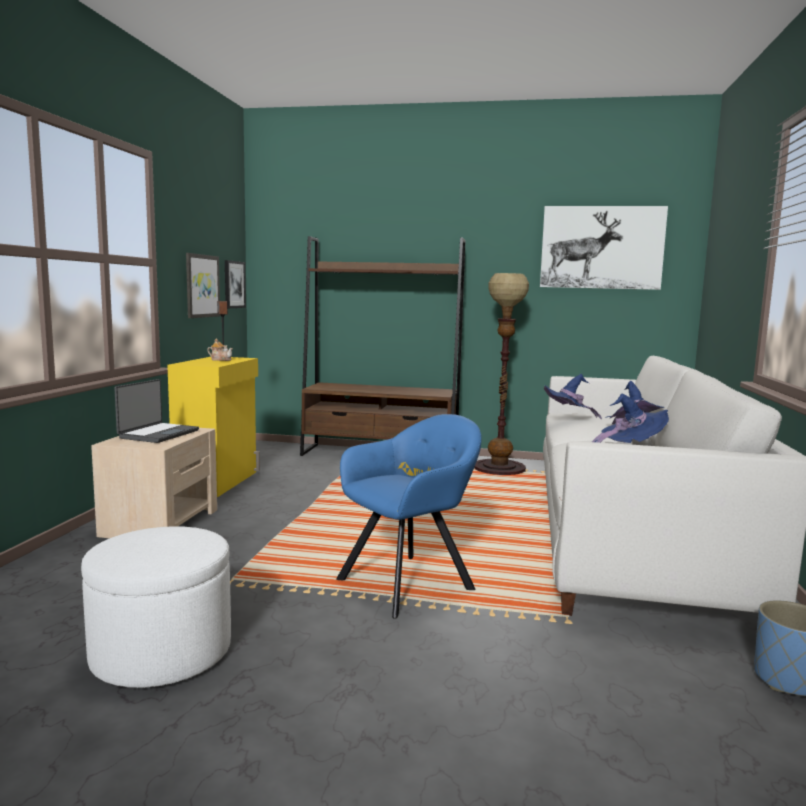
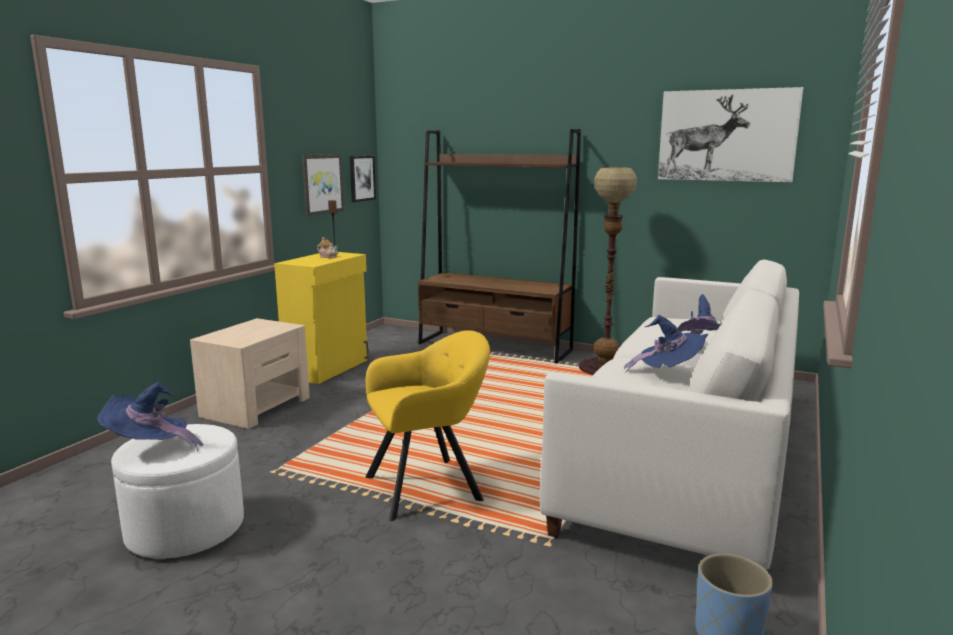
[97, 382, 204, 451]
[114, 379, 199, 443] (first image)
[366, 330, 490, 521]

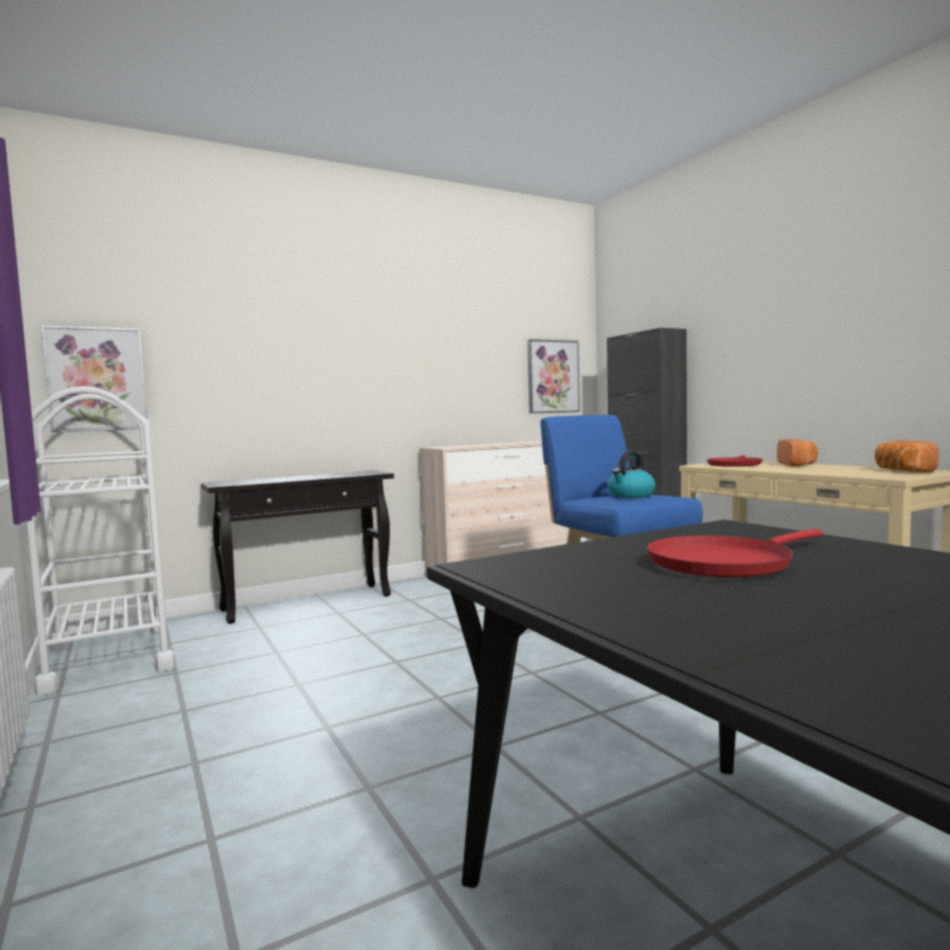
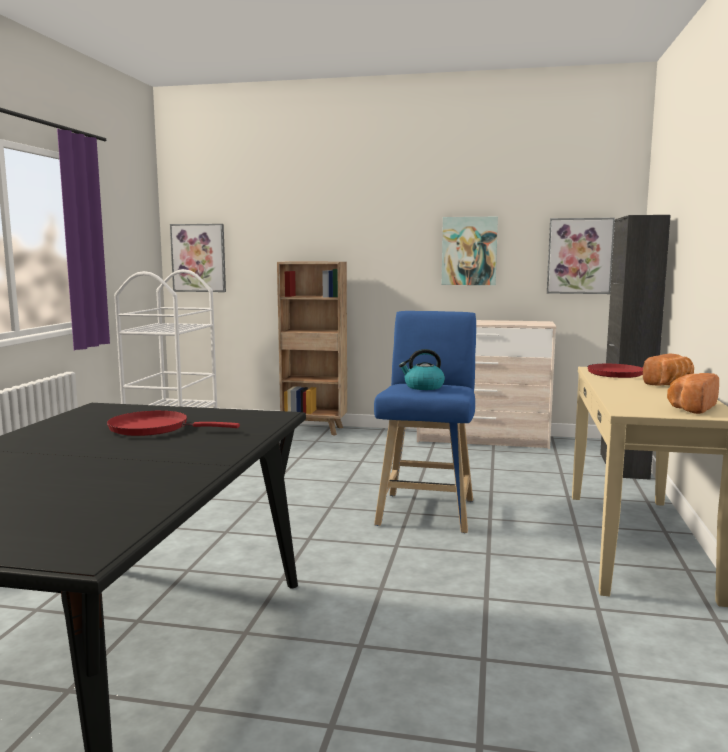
[277, 262, 347, 436]
[442, 217, 498, 285]

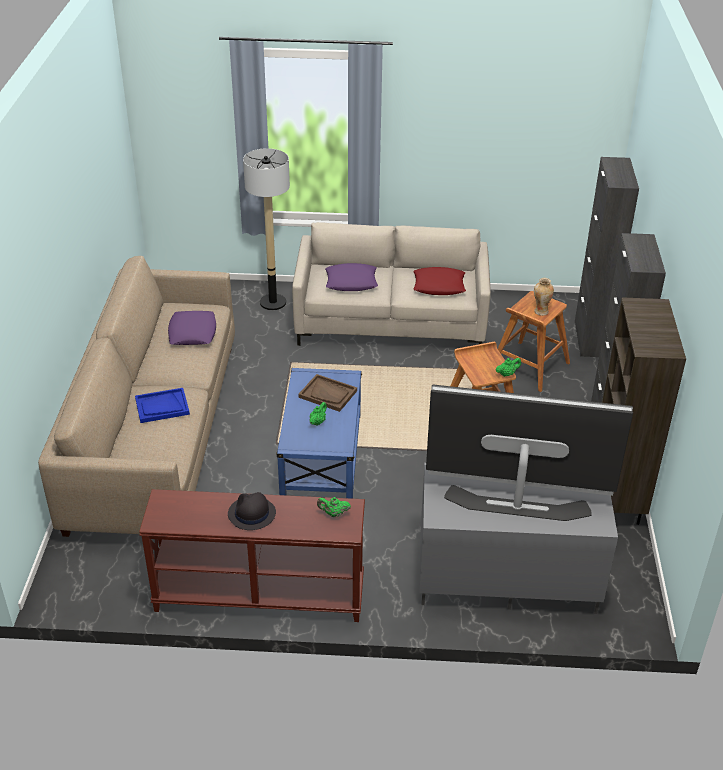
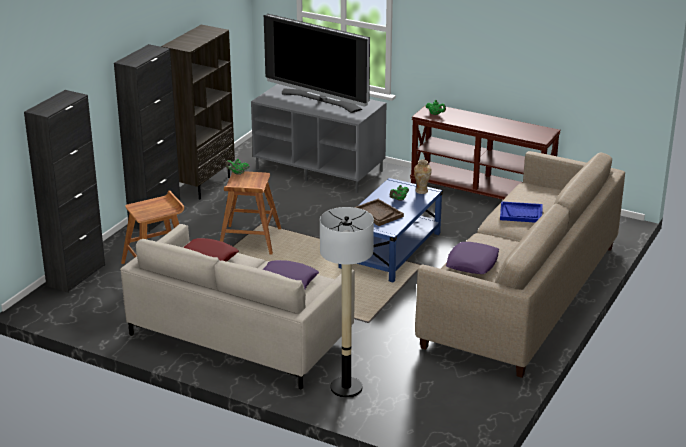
[414, 160, 432, 194]
[228, 492, 276, 530] (first image)

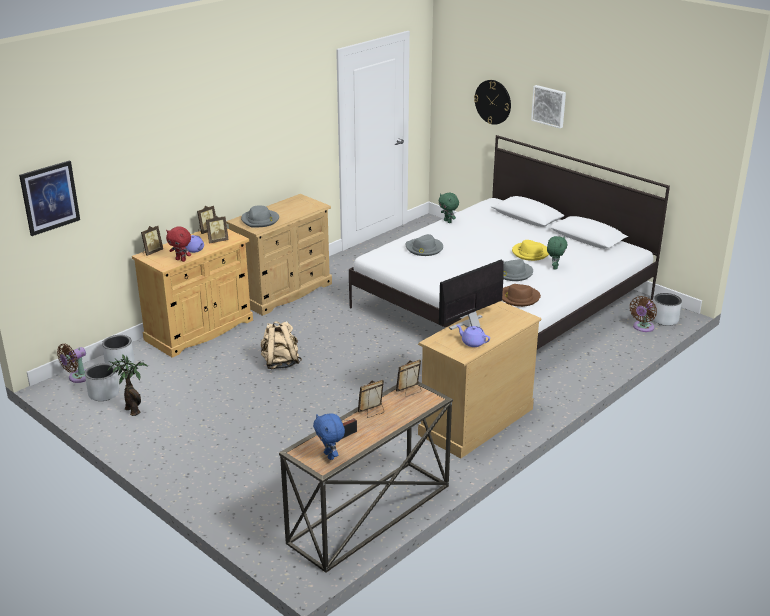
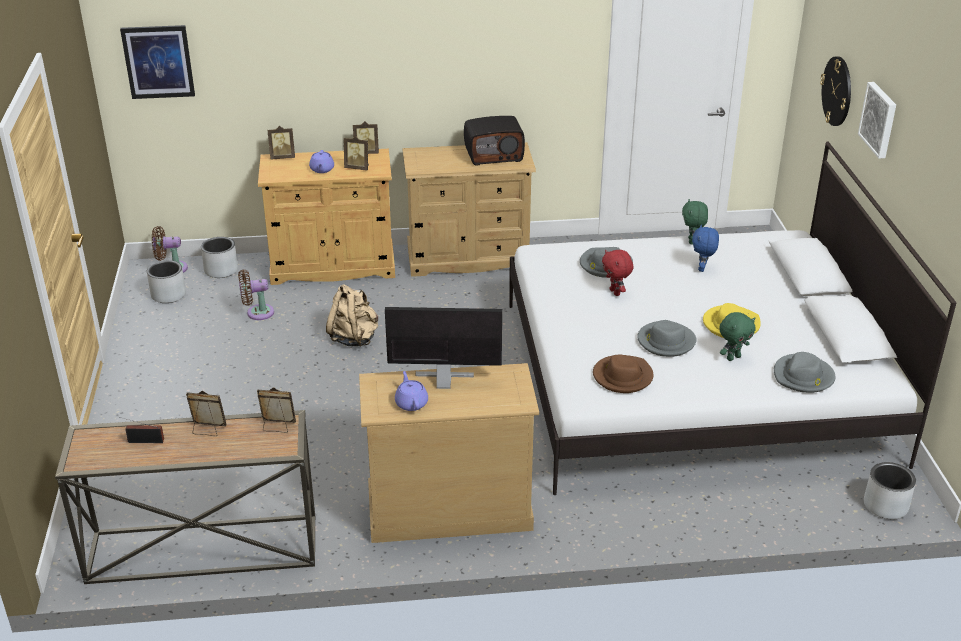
[774, 352, 836, 393]
[602, 250, 633, 296]
[238, 270, 274, 320]
[107, 355, 147, 416] (first image)
[692, 225, 719, 272]
[464, 116, 525, 166]

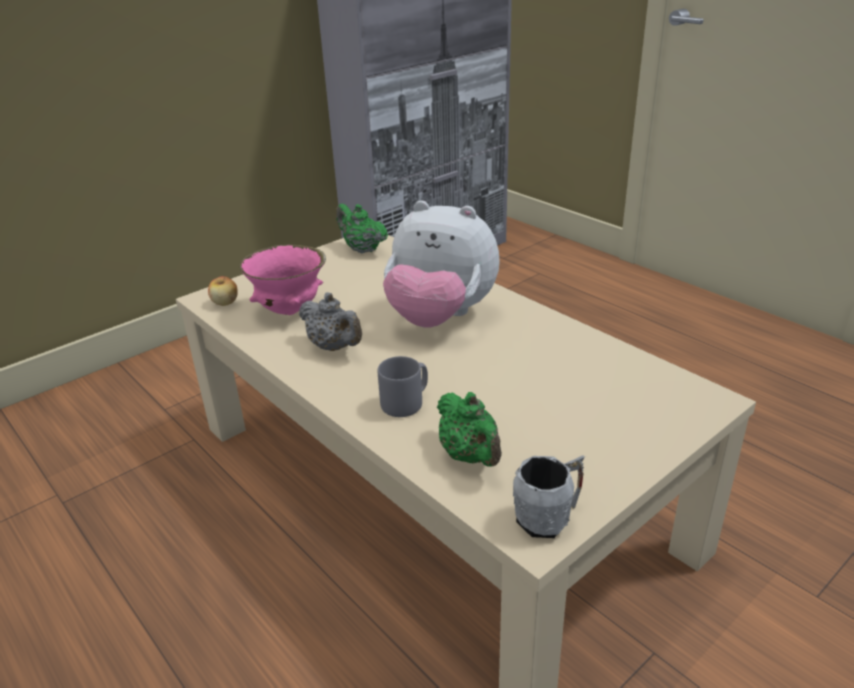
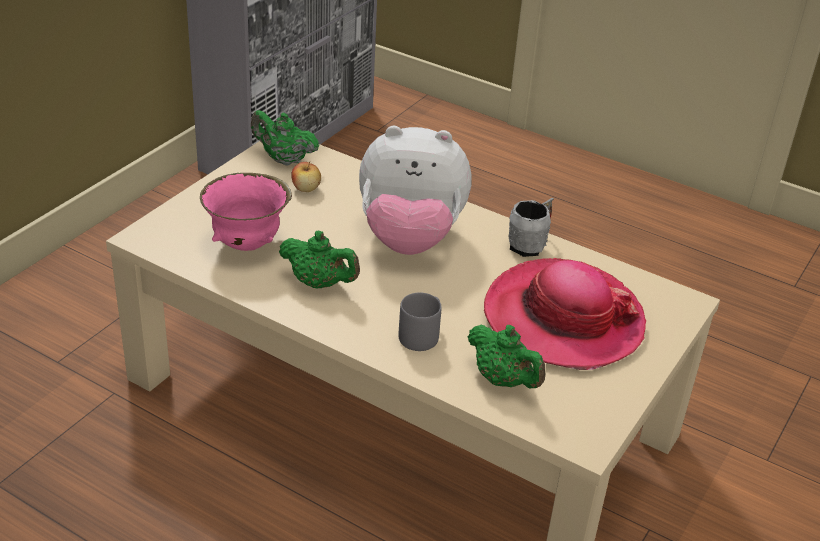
[291, 162, 321, 192]
[279, 231, 360, 288]
[508, 198, 554, 257]
[484, 258, 646, 370]

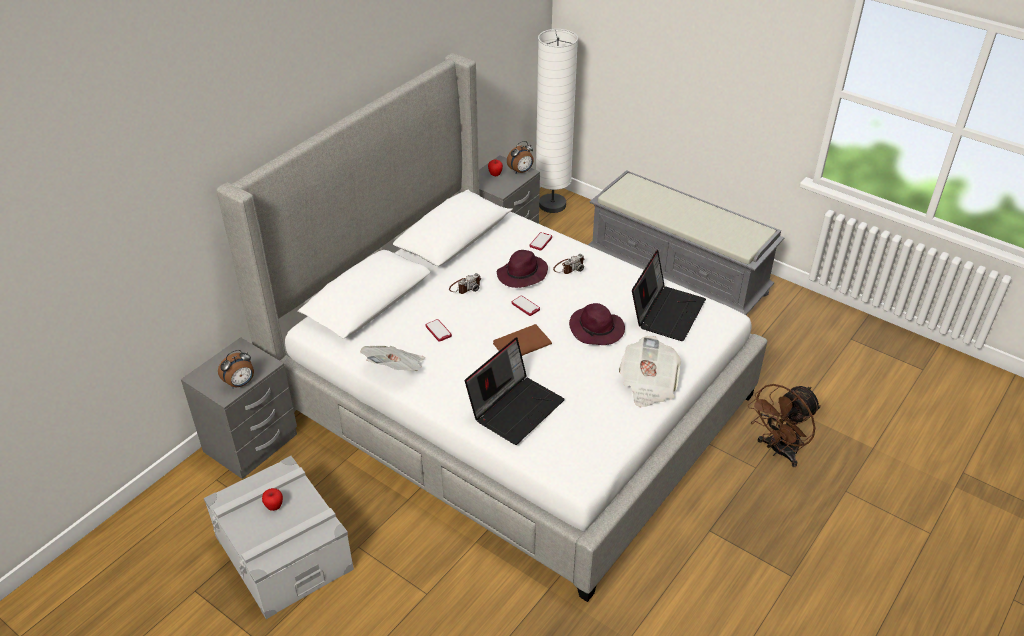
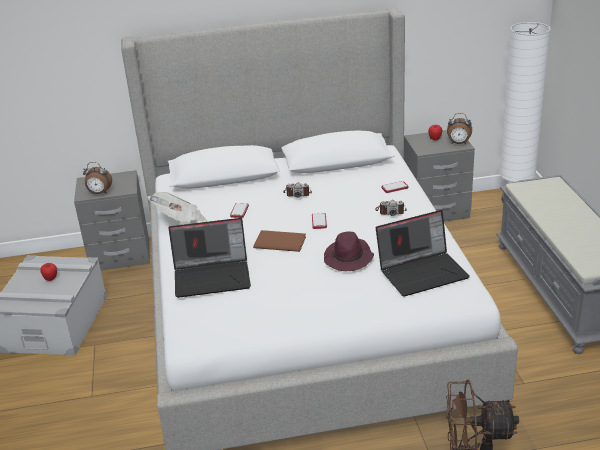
[497, 250, 548, 288] (first image)
[619, 336, 681, 407] (first image)

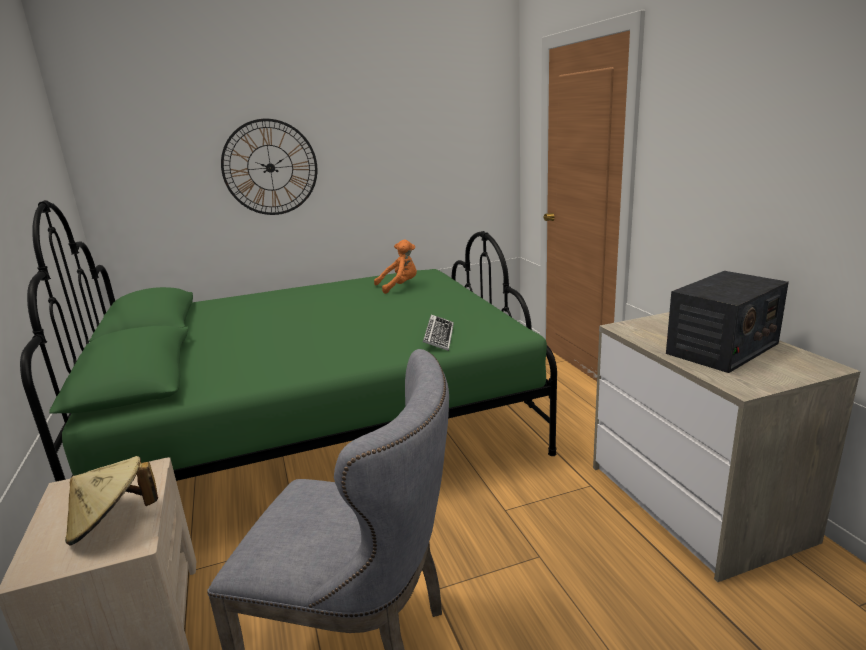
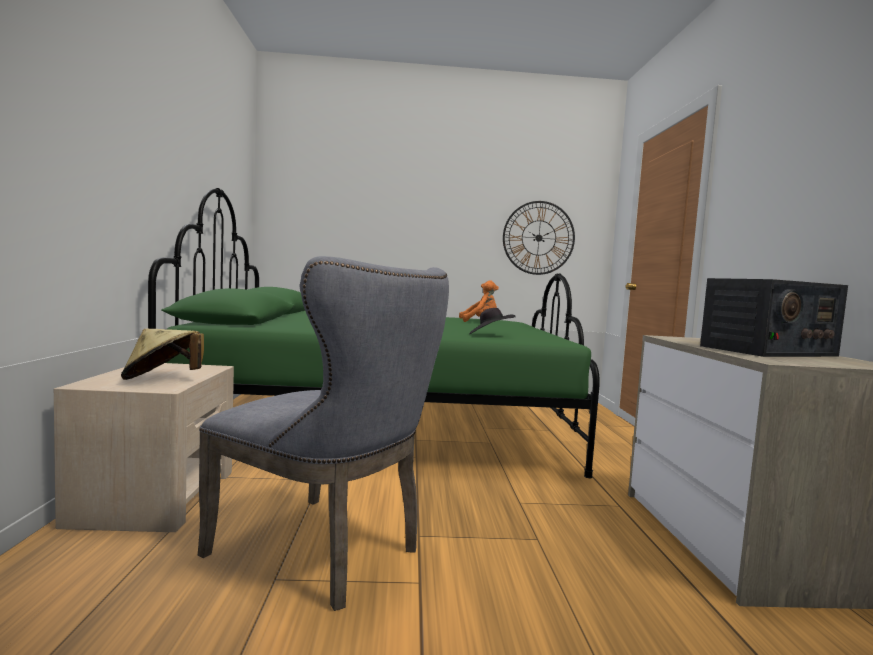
[503, 201, 575, 275]
[469, 308, 516, 334]

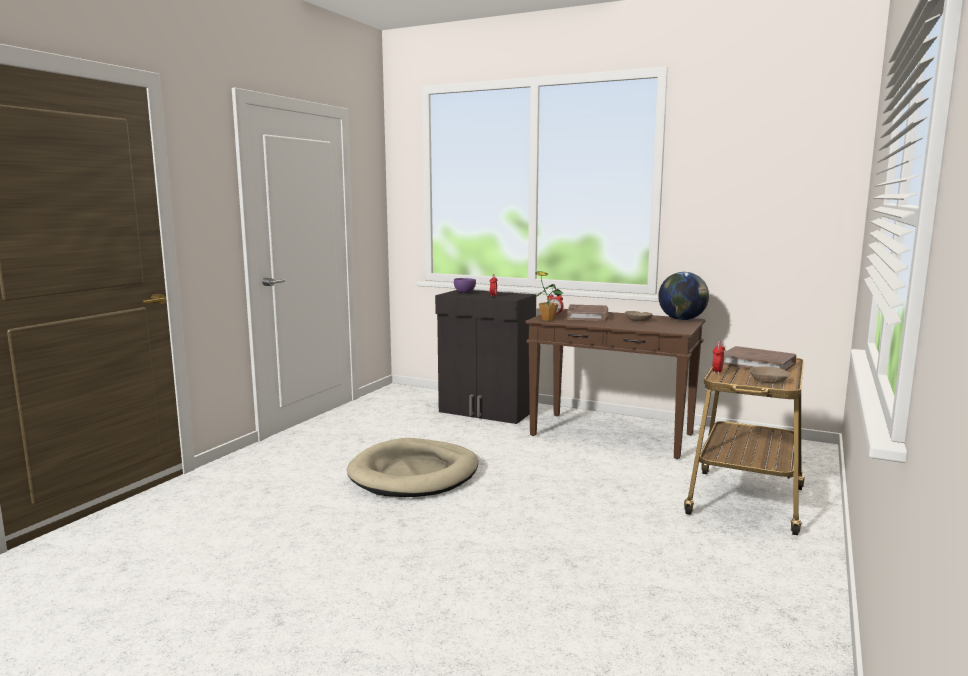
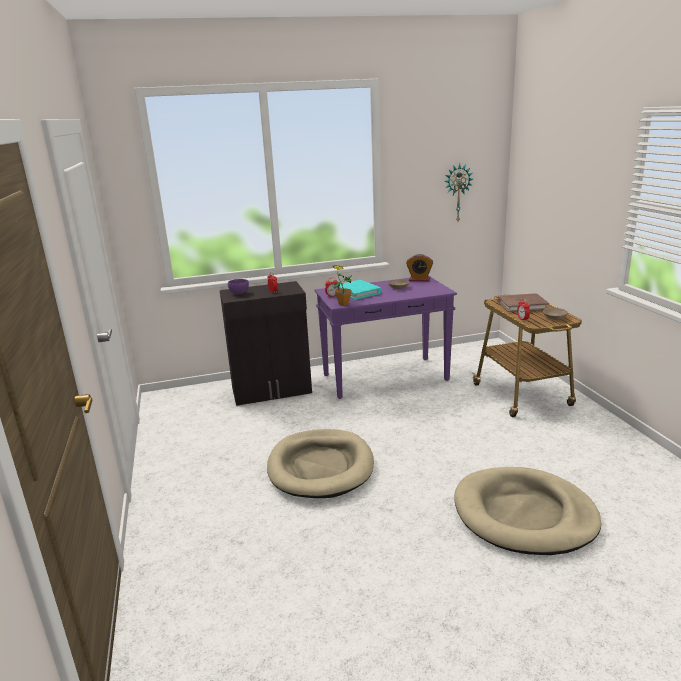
[406, 254, 433, 281]
[339, 280, 382, 300]
[314, 276, 457, 399]
[444, 164, 473, 221]
[454, 467, 601, 555]

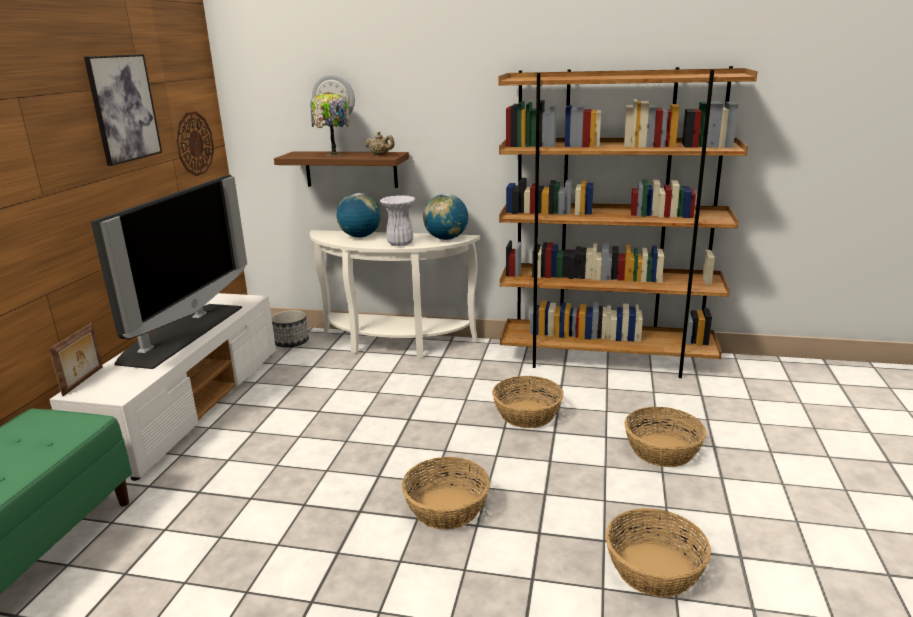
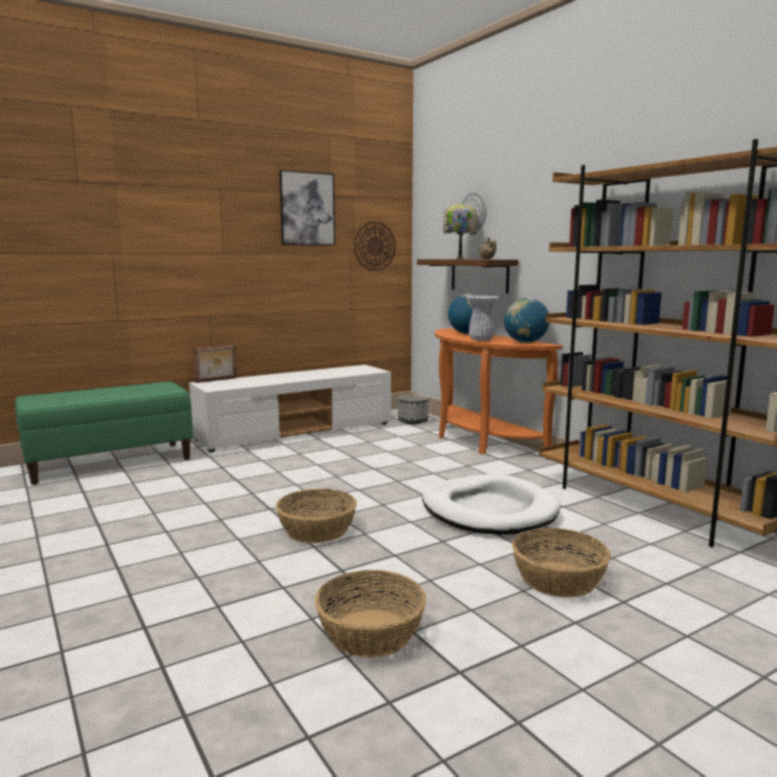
[91, 175, 247, 369] (first image)
[434, 328, 562, 459]
[422, 474, 560, 535]

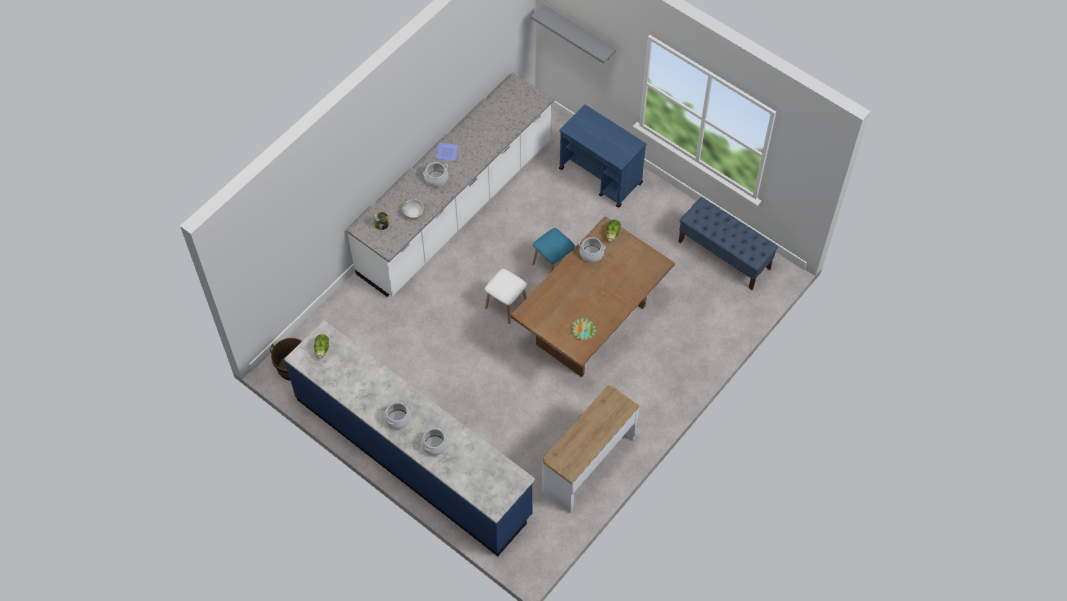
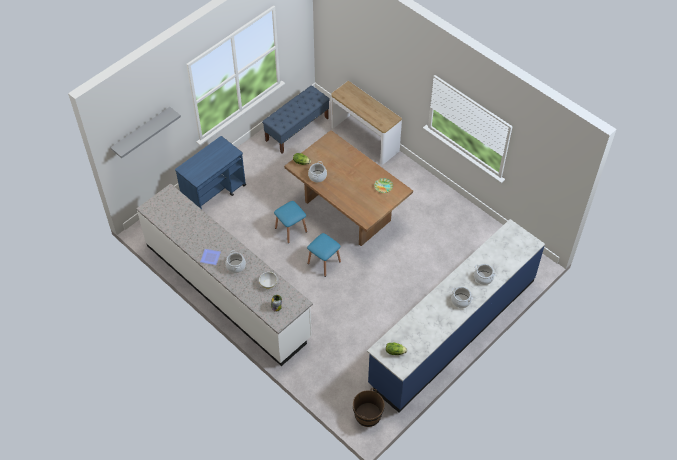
[307, 233, 341, 277]
[331, 81, 402, 165]

